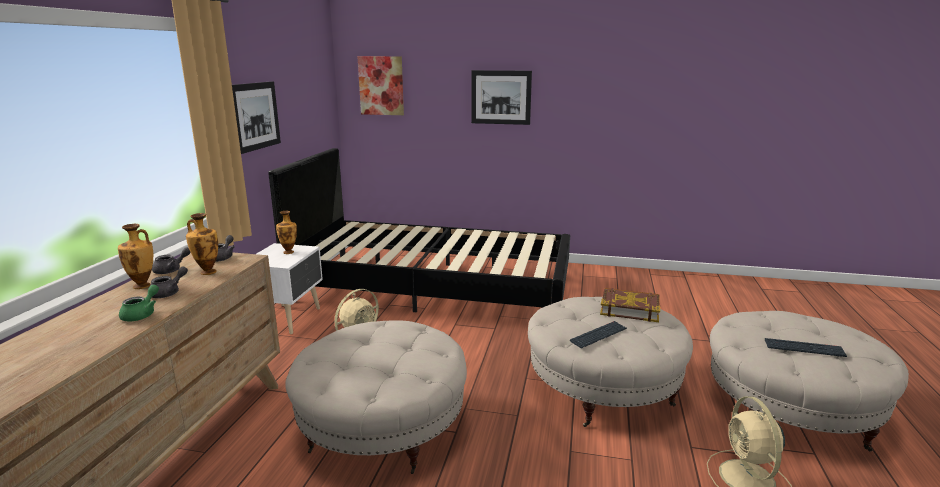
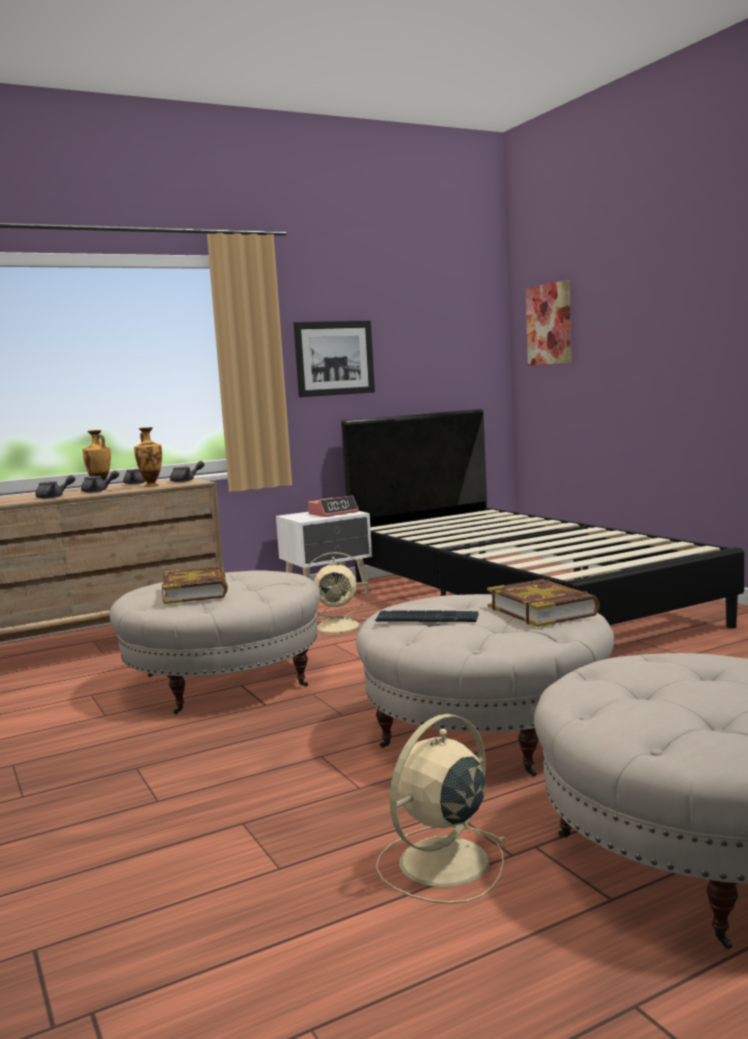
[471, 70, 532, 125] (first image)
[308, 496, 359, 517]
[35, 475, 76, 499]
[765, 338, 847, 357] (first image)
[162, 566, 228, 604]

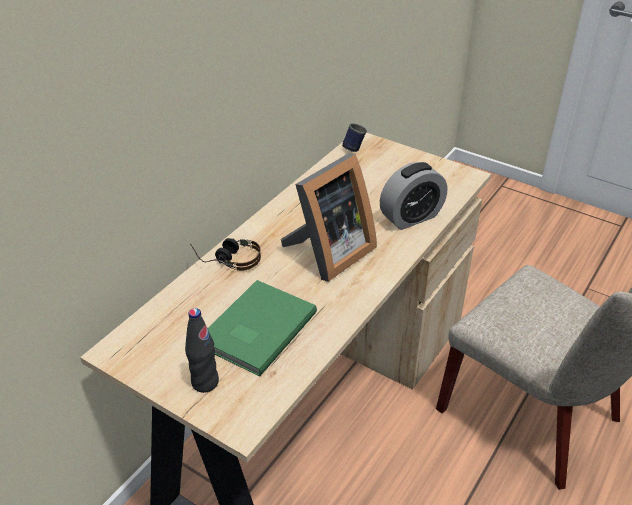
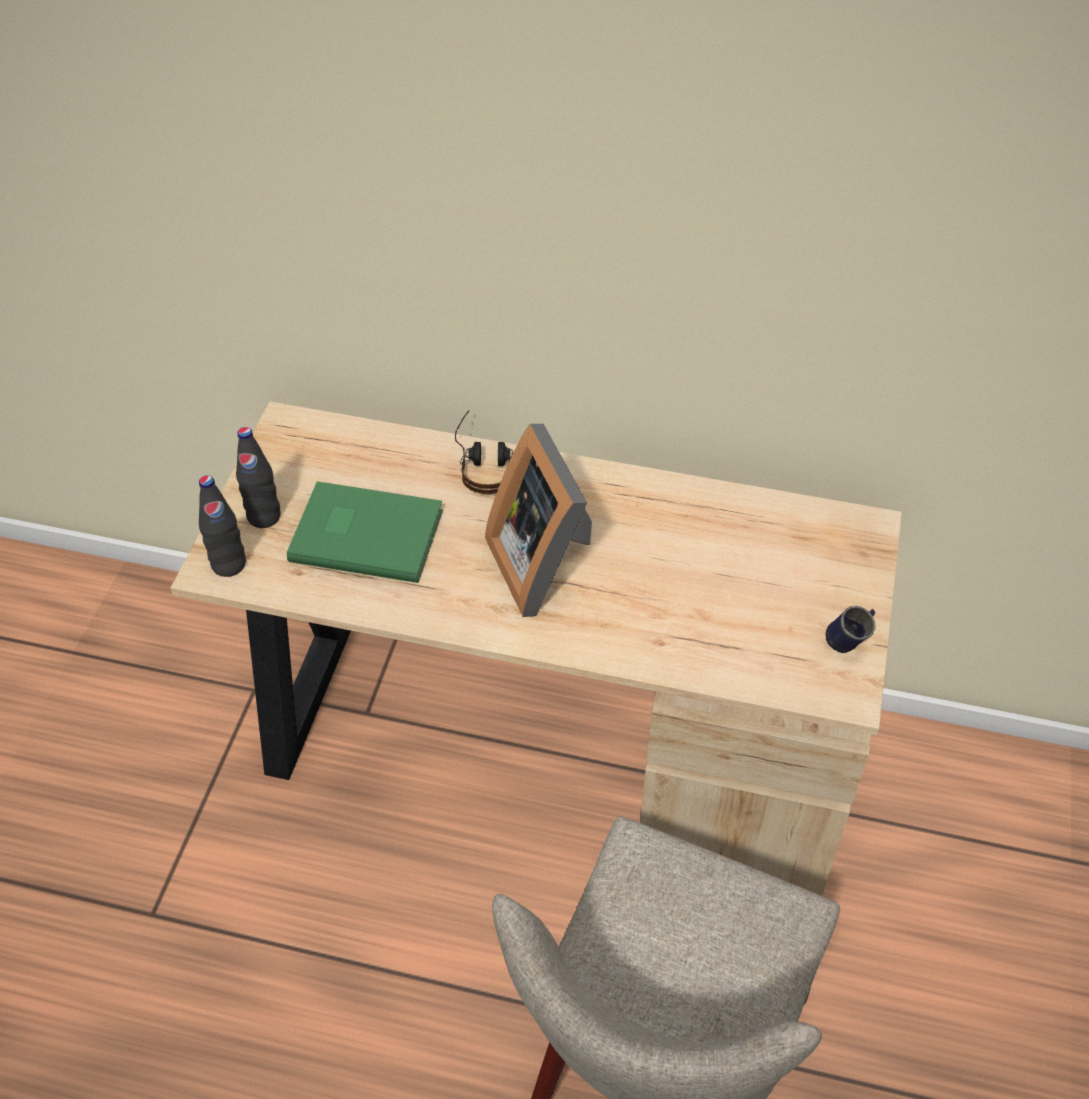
[826, 606, 876, 653]
[485, 424, 592, 617]
[380, 162, 447, 230] (first image)
[199, 475, 246, 577]

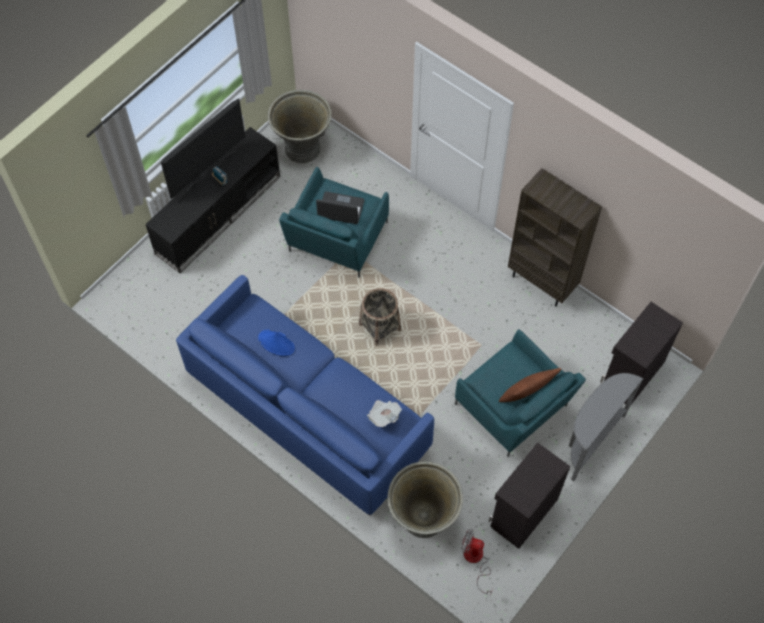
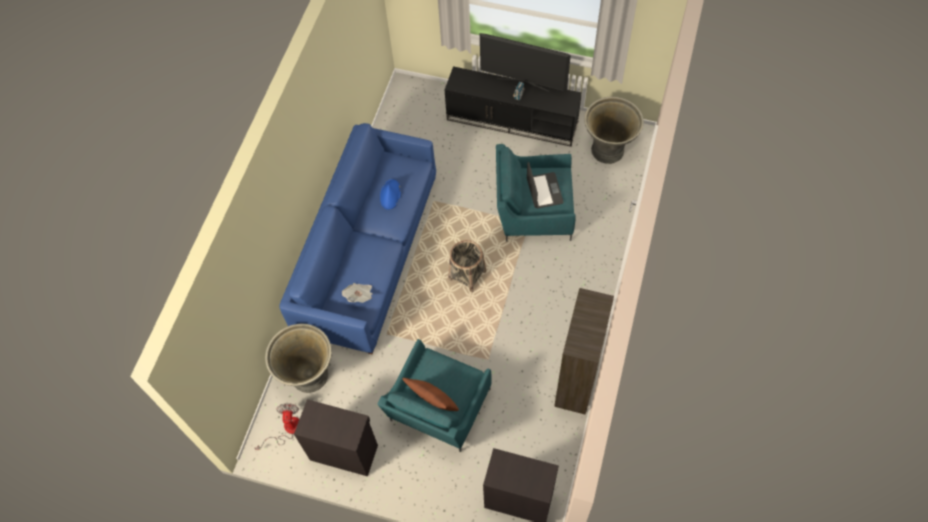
[569, 373, 644, 481] (first image)

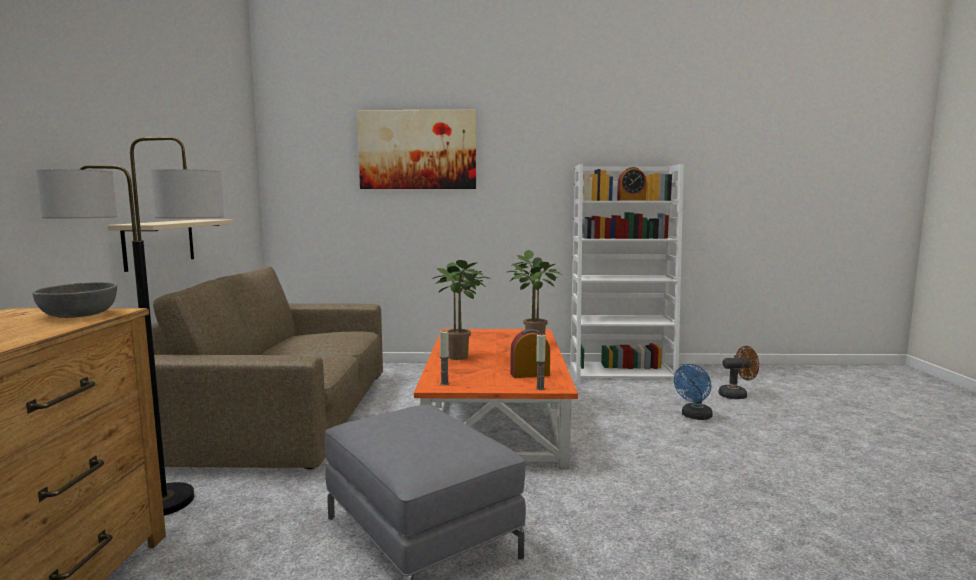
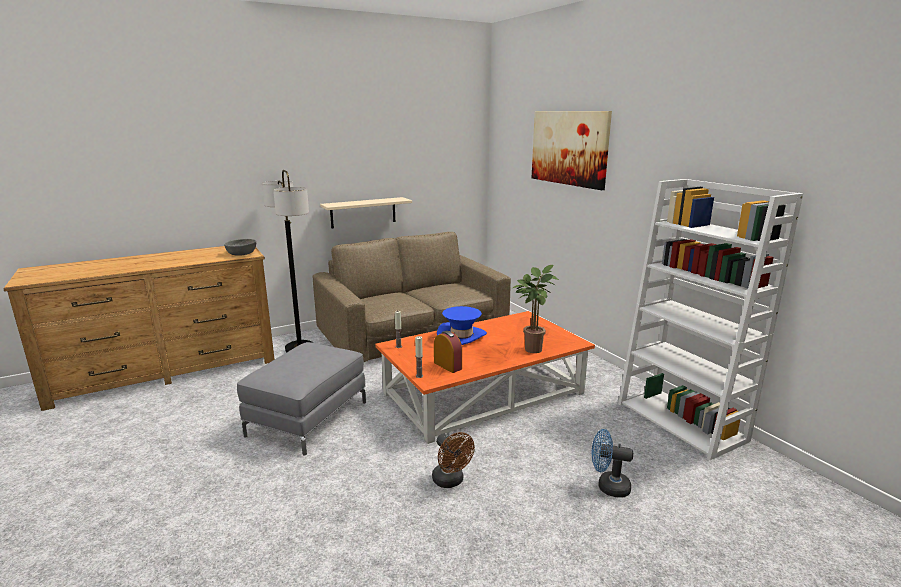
[617, 167, 647, 200] (first image)
[437, 306, 487, 345]
[432, 432, 475, 488]

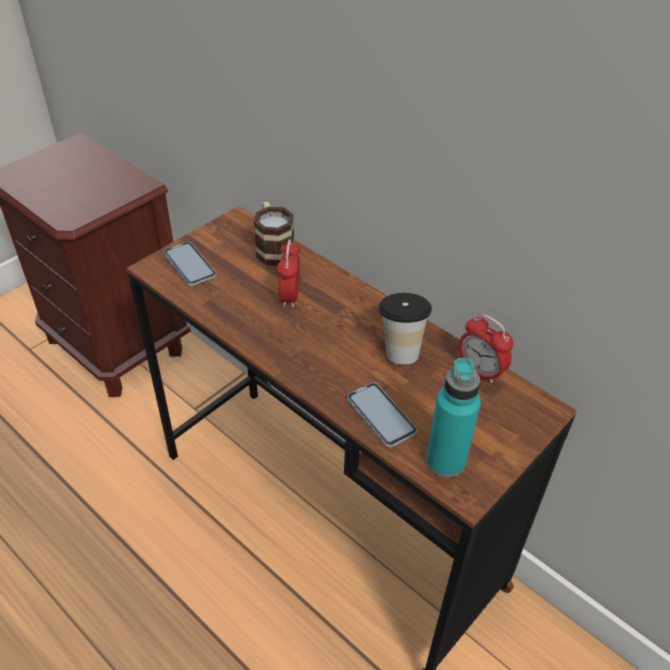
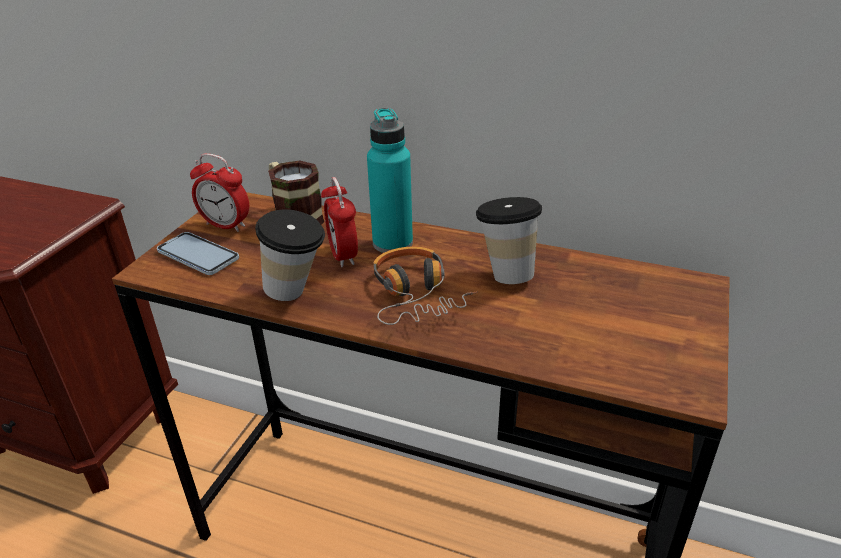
[190, 153, 249, 232]
[367, 108, 413, 253]
[347, 382, 417, 447] (first image)
[255, 209, 325, 301]
[373, 247, 478, 325]

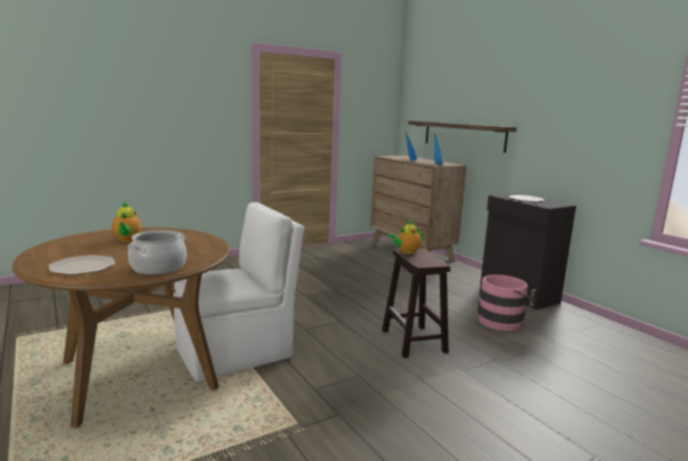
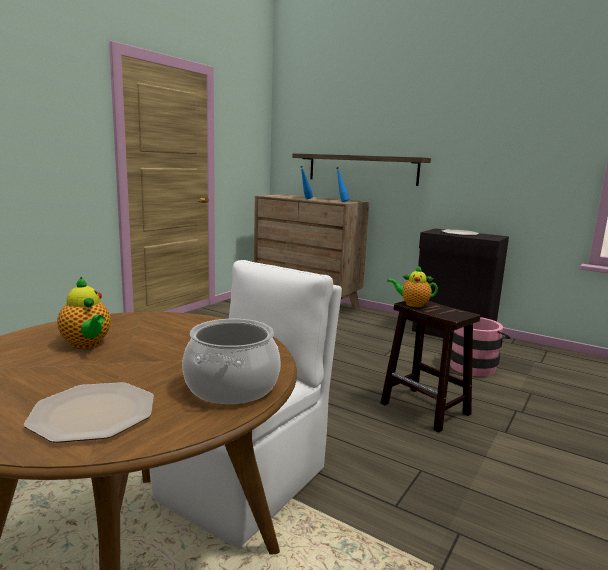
[387, 265, 438, 307]

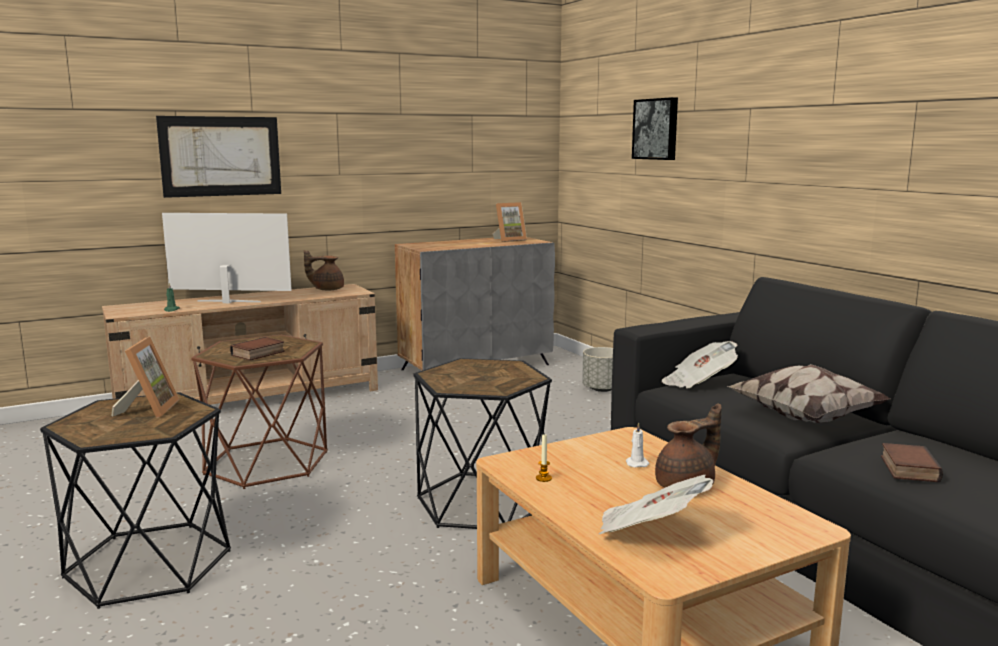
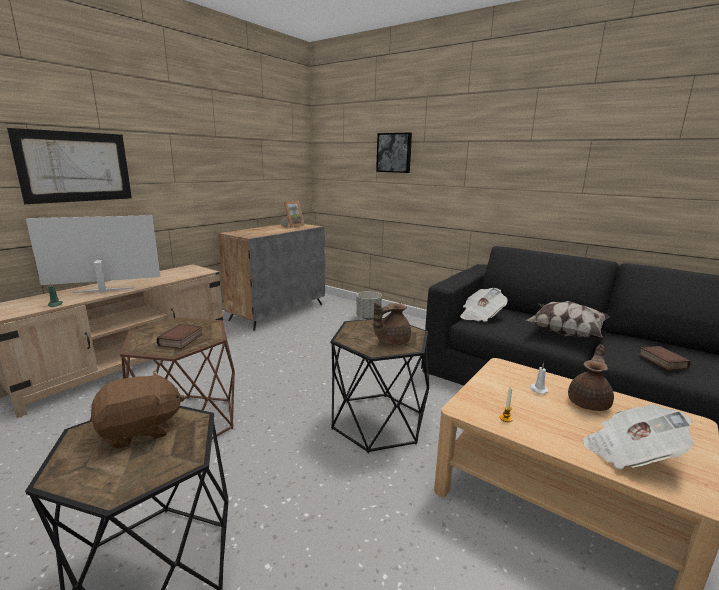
[373, 302, 411, 345]
[90, 370, 185, 449]

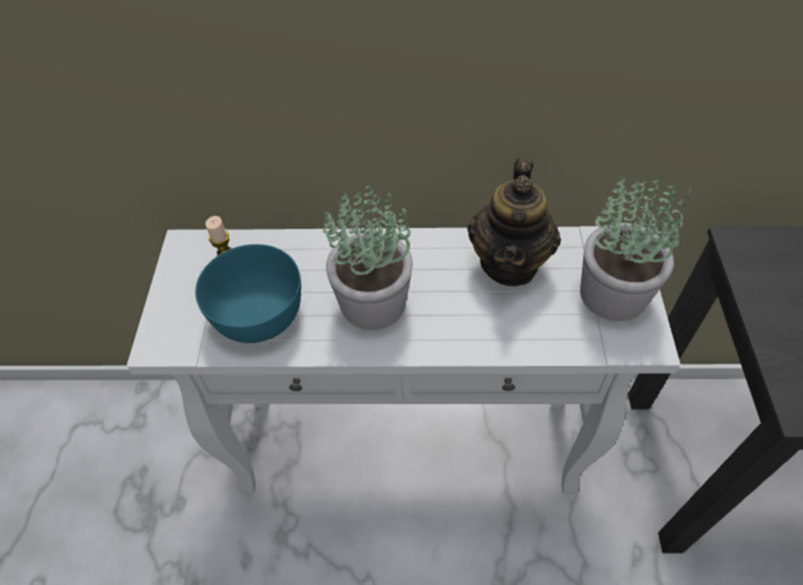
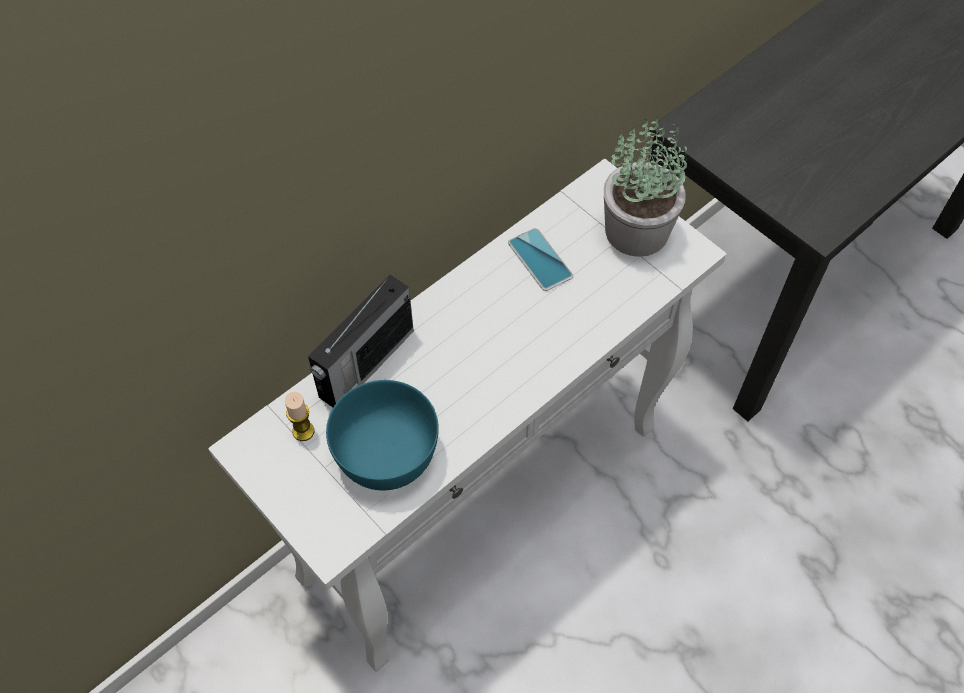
[508, 228, 573, 291]
[323, 179, 413, 330] (first image)
[308, 274, 414, 407]

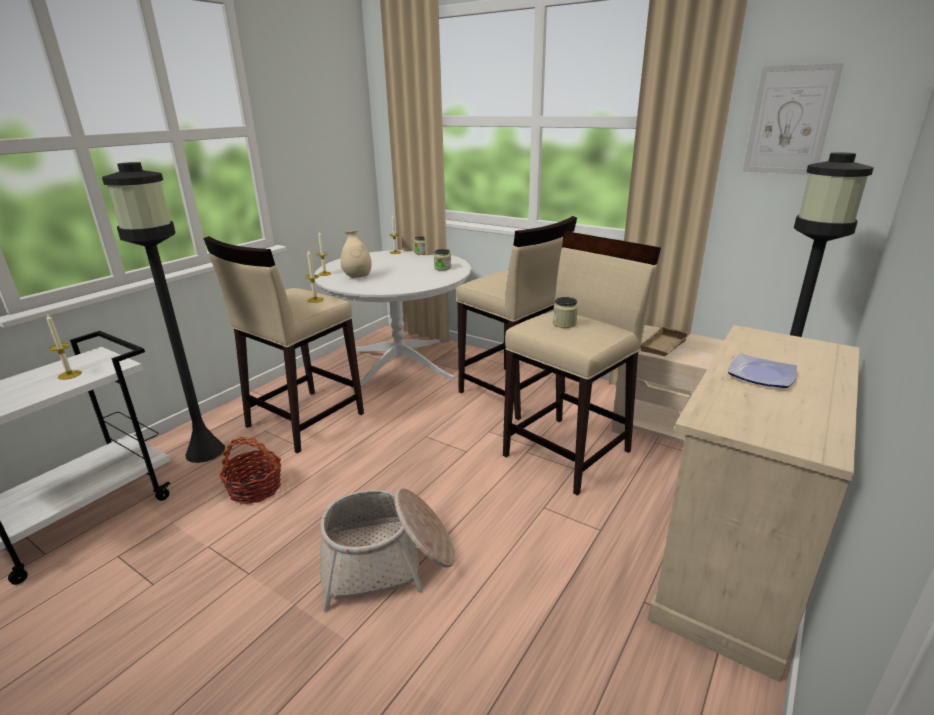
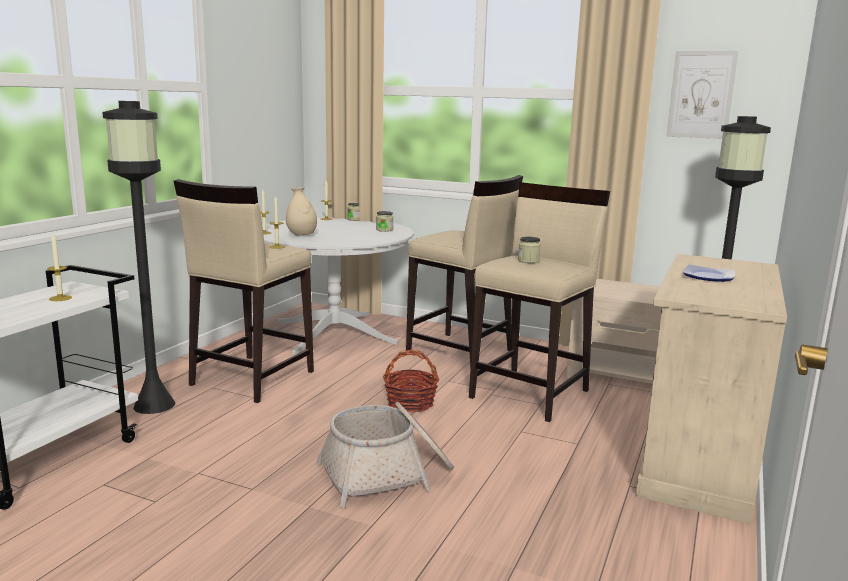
[641, 326, 691, 356] (first image)
[383, 349, 439, 413]

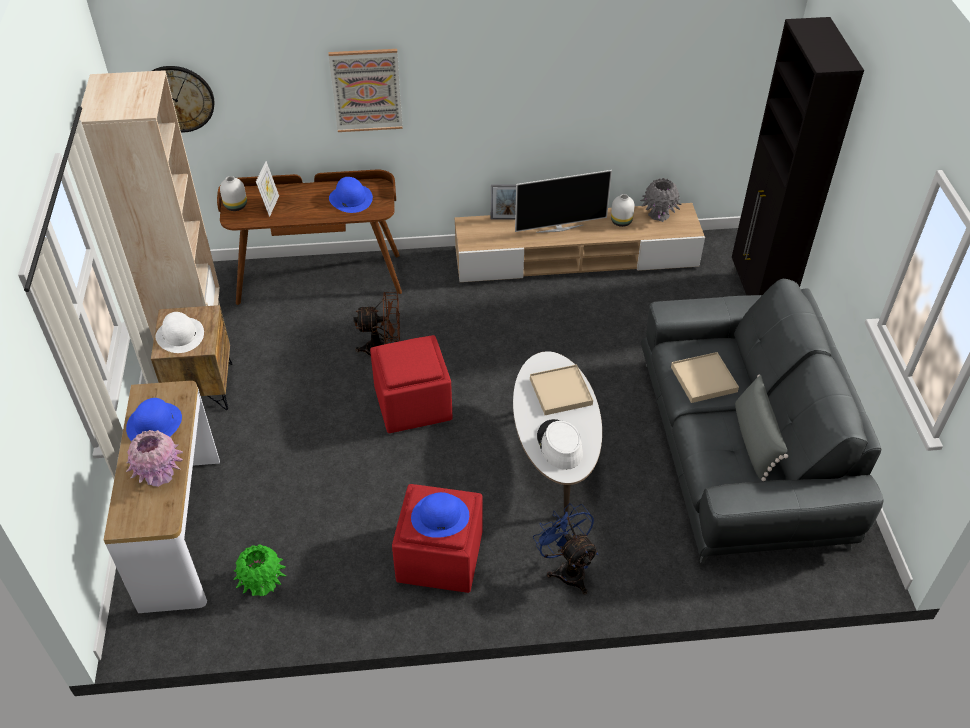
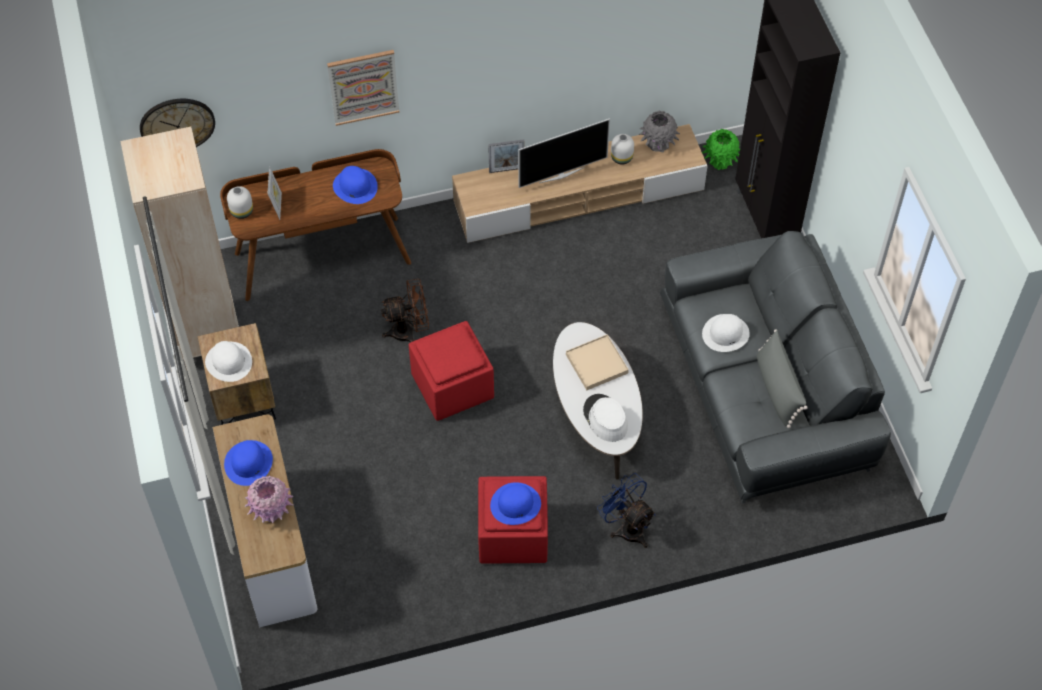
[702, 314, 750, 352]
[702, 129, 740, 170]

